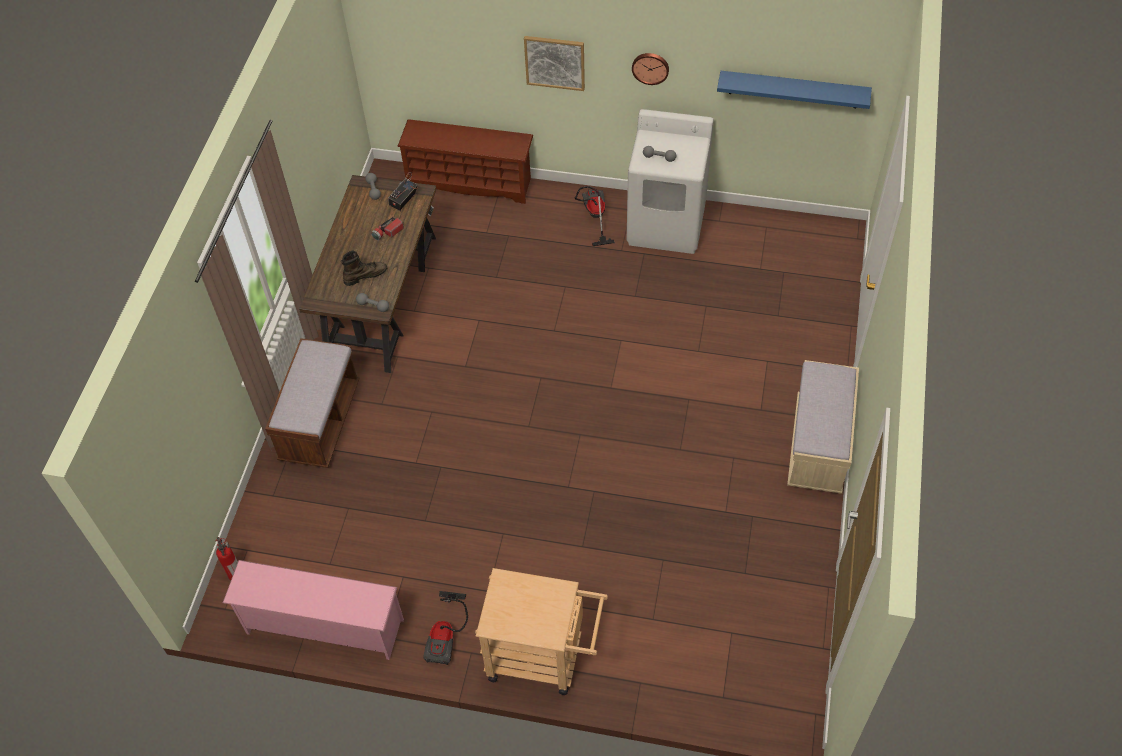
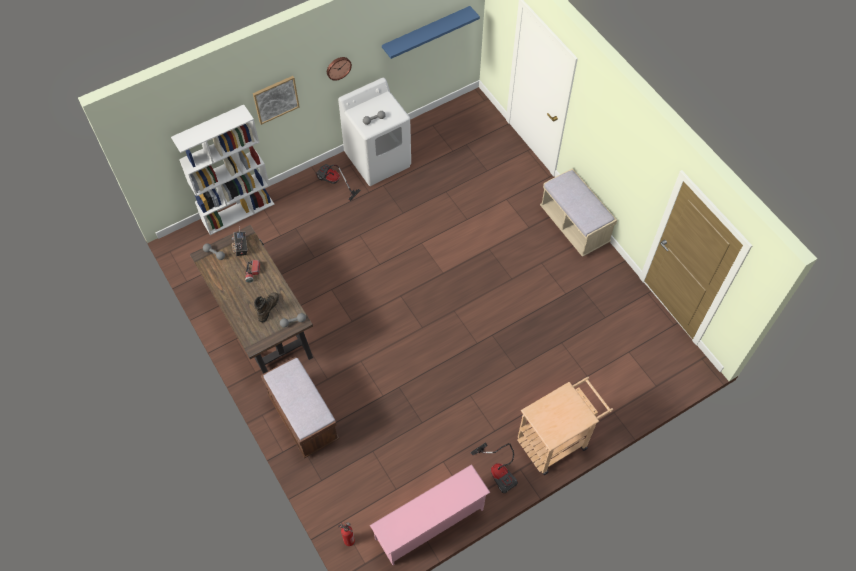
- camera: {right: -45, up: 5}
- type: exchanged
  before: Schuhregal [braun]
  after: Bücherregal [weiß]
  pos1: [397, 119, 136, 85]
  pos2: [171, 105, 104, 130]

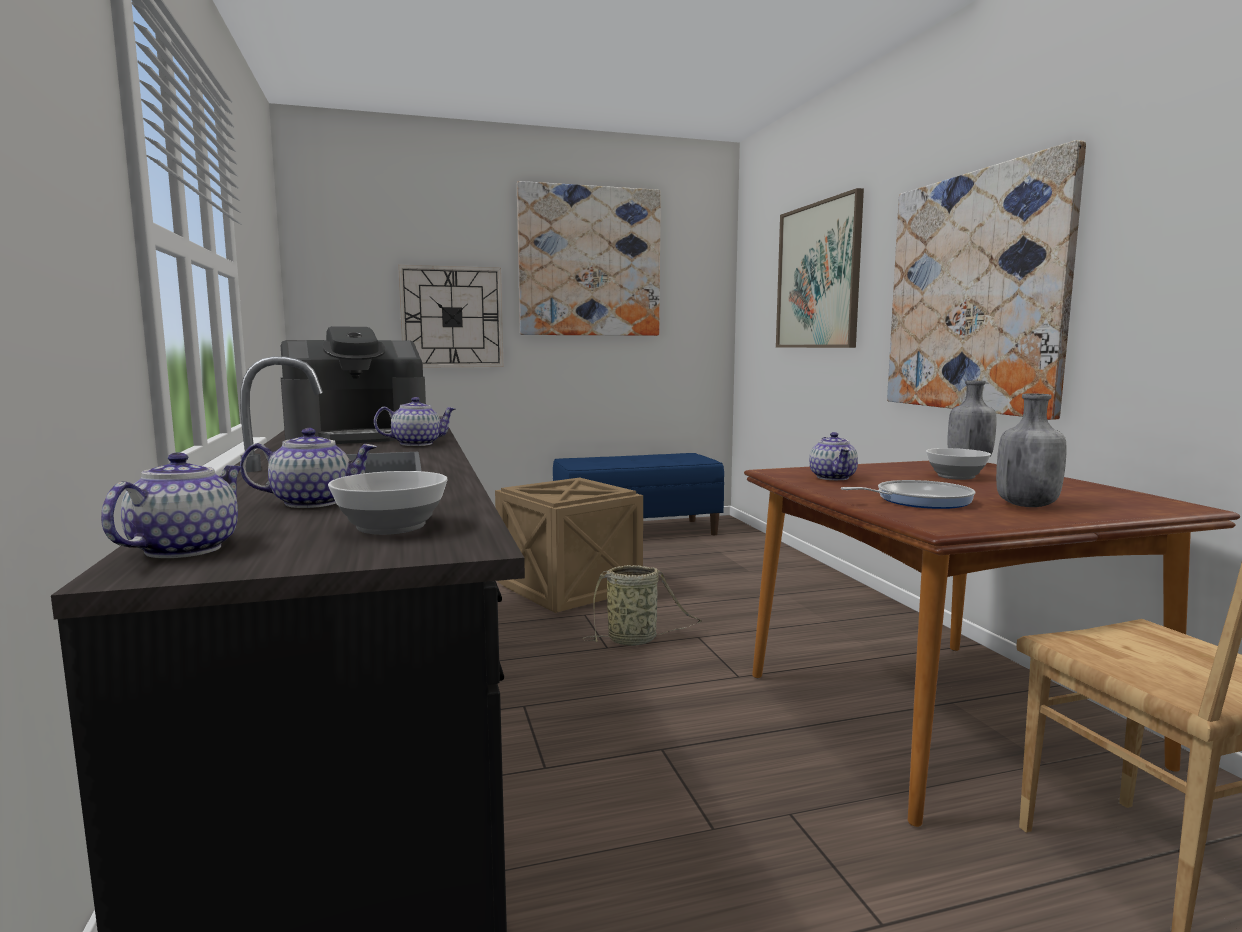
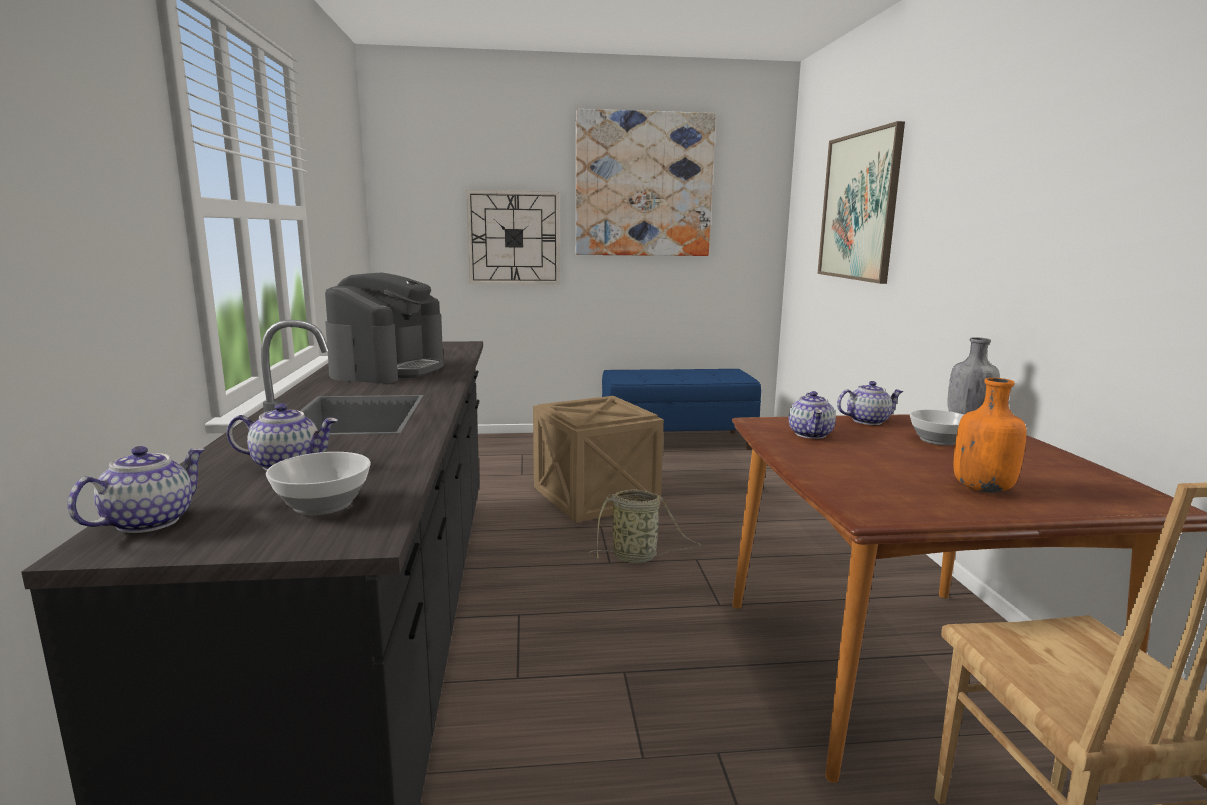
- camera: {right: 10, up: 5}
- type: spun
  before: Kaffeemaschine
  pos1: [281, 326, 145, 118]
  pos2: [325, 272, 119, 112]
  turn: -60
- type: relocated
  before: Teekanne
  pos1: [374, 397, 82, 49]
  pos2: [837, 381, 67, 44]
- type: colour
  before: Flasche [grau]
  after: Flasche [orange]
  pos1: [996, 393, 71, 114]
  pos2: [953, 378, 74, 115]
- type: missing
  before: Pfanne
  pos1: [841, 480, 134, 29]
- type: missing
  before: Bild
  pos1: [887, 140, 199, 280]

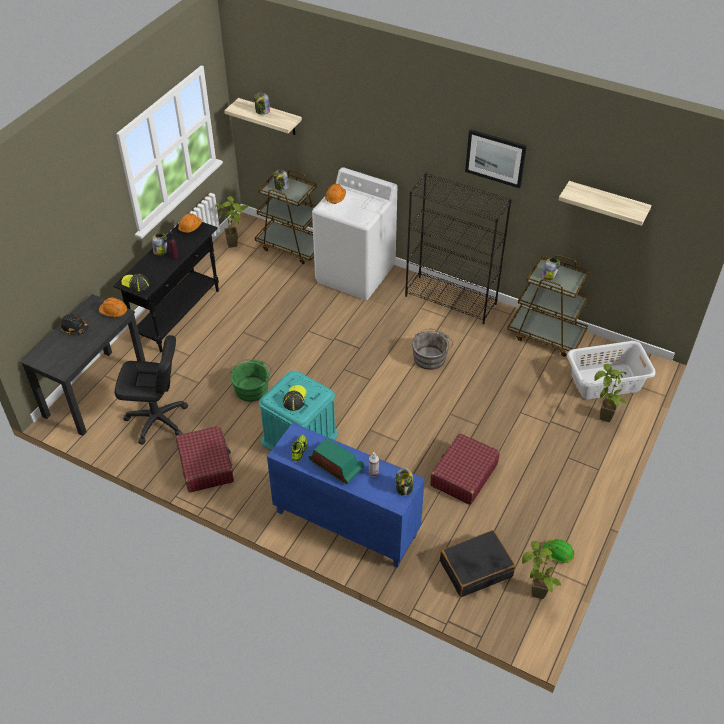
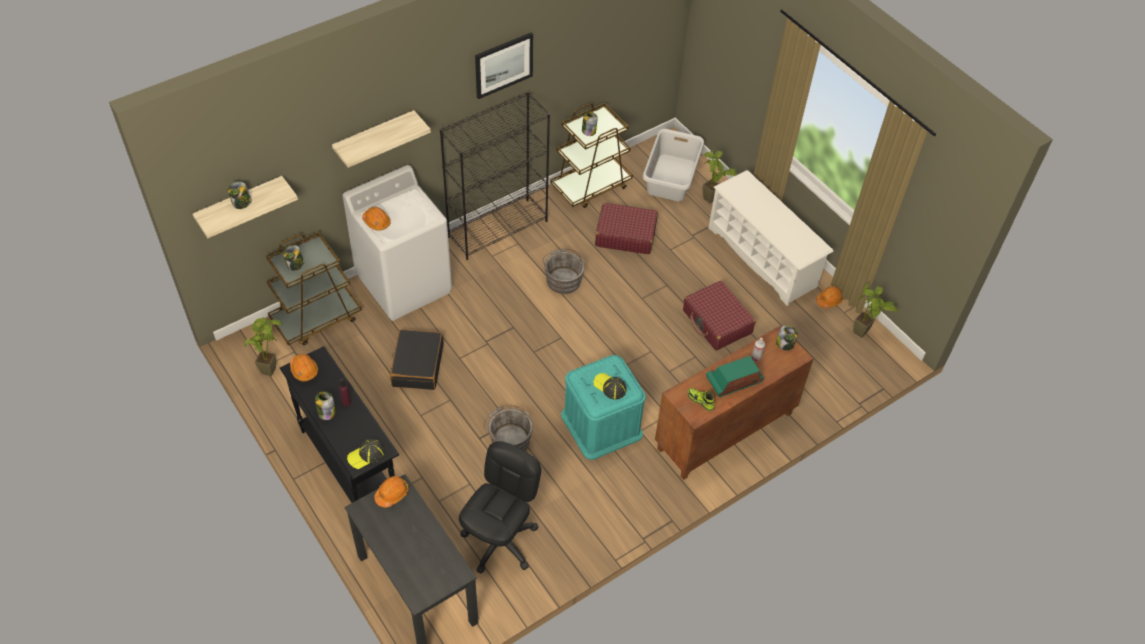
- camera: {right: -65, up: 5}
- type: relocated
  before: Wandregal
  pos1: [559, 181, 92, 45]
  pos2: [332, 110, 99, 58]
- type: relocated
  before: Koffer [schwarz]
  pos1: [440, 530, 76, 67]
  pos2: [390, 330, 53, 60]
- type: colour
  before: Eimer [grün]
  after: Eimer [grau]
  pos1: [231, 359, 40, 43]
  pos2: [484, 405, 49, 46]
- type: relocated
  before: Koffer [rot]
  pos1: [176, 426, 58, 67]
  pos2: [595, 203, 63, 51]
- type: colour
  before: Schrank [blau]
  after: Schrank [braun]
  pos1: [267, 423, 158, 145]
  pos2: [655, 326, 158, 154]
- type: appeared
  after: Schuhregal [weiß]
  pos2: [708, 170, 126, 136]
- type: colour
  before: Schutzhelm [grün]
  after: Schutzhelm [orange]
  pos1: [543, 539, 31, 24]
  pos2: [816, 286, 27, 22]
- type: missing
  before: Schutzhelm [schwarz]
  pos1: [60, 314, 28, 21]

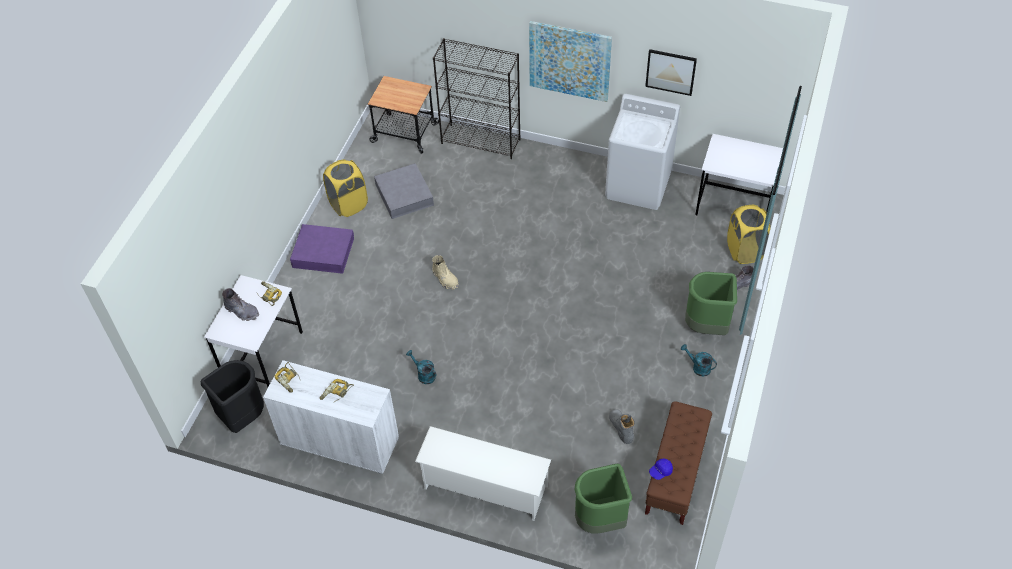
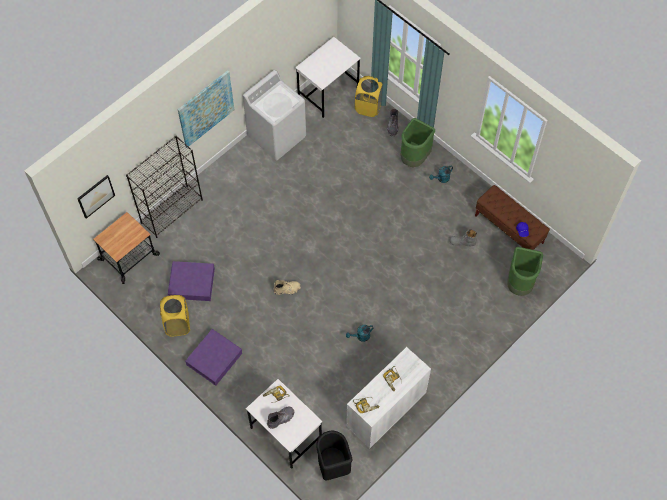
- camera: {right: -65, up: 10}
- type: relocated
  before: Bild
  pos1: [645, 49, 52, 47]
  pos2: [77, 175, 38, 44]
- type: colour
  before: Aufbewahrungsbox [grau]
  after: Aufbewahrungsbox [lila]
  pos1: [374, 163, 60, 56]
  pos2: [168, 261, 47, 40]
- type: missing
  before: Schuhregal [weiß]
  pos1: [415, 426, 136, 95]

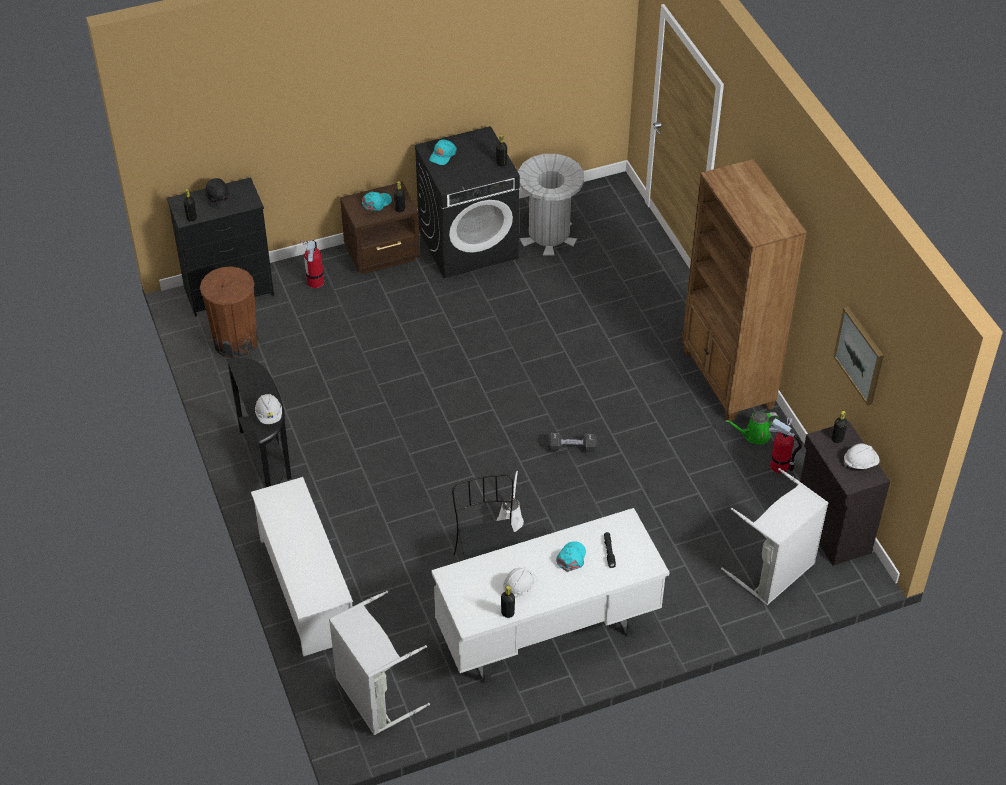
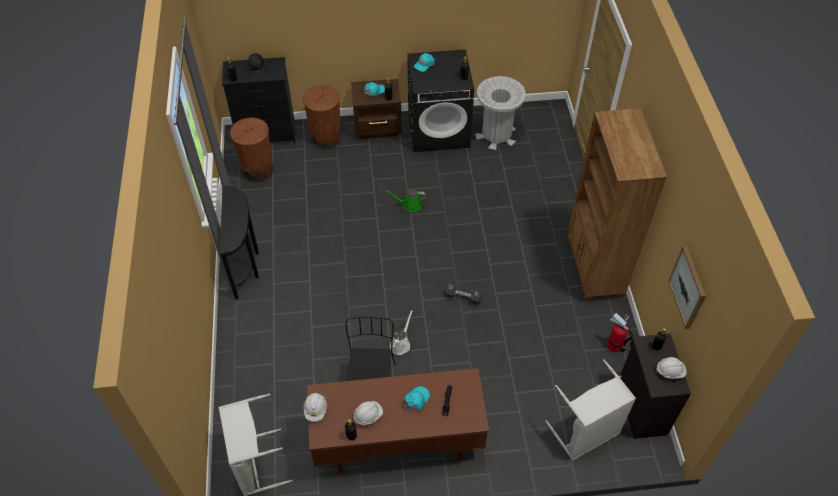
- camera: {right: 15, up: 5}
- type: exchanged
  before: Feuerlöscher
  after: Mülleimer [braun]
  pos1: [300, 240, 24, 48]
  pos2: [303, 85, 38, 64]
- type: relocated
  before: Schutzhelm [weiß]
  pos1: [255, 394, 27, 30]
  pos2: [304, 393, 23, 28]
- type: colour
  before: Schreibtisch [weiß]
  after: Schreibtisch [braun]
  pos1: [431, 508, 238, 175]
  pos2: [307, 368, 182, 105]
- type: relocated
  before: Gießkanne [grün]
  pos1: [725, 411, 54, 33]
  pos2: [386, 189, 40, 23]
- type: missing
  before: Schuhregal [weiß]
  pos1: [251, 477, 102, 179]

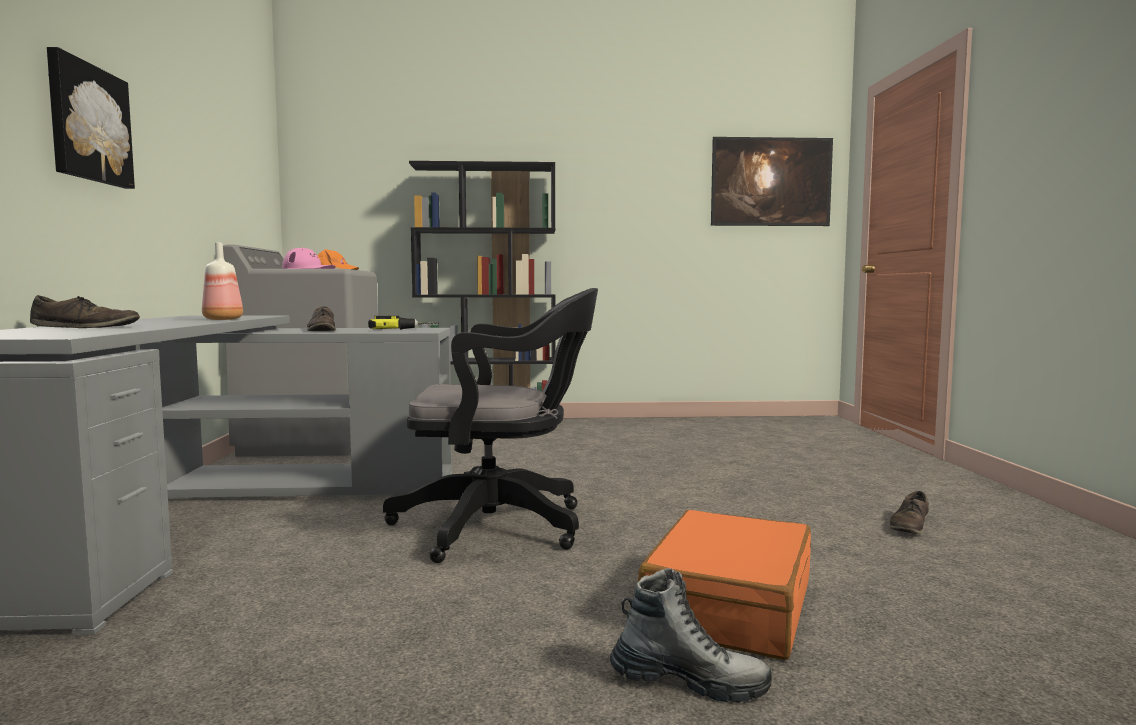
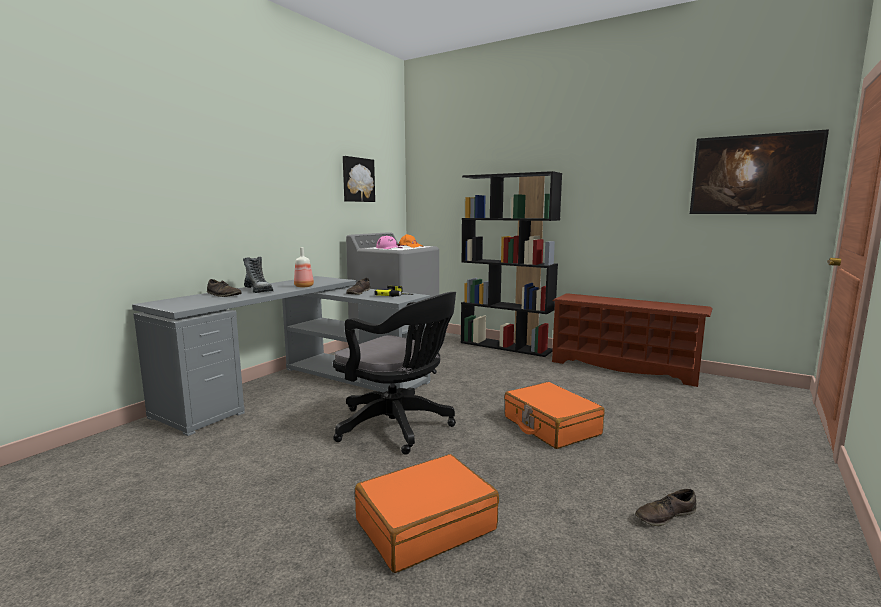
- camera: {right: 35, up: 5}
- type: relocated
  before: Stiefel
  pos1: [610, 568, 162, 135]
  pos2: [243, 257, 30, 36]
- type: relocated
  before: Bild
  pos1: [47, 47, 88, 142]
  pos2: [343, 156, 32, 46]
- type: appeared
  after: Koffer [orange]
  pos2: [504, 382, 101, 67]
- type: appeared
  after: Schuhregal [braun]
  pos2: [552, 293, 160, 94]

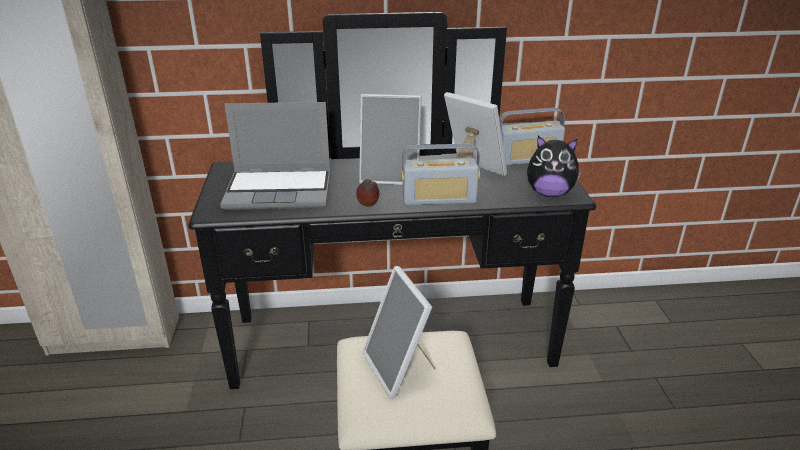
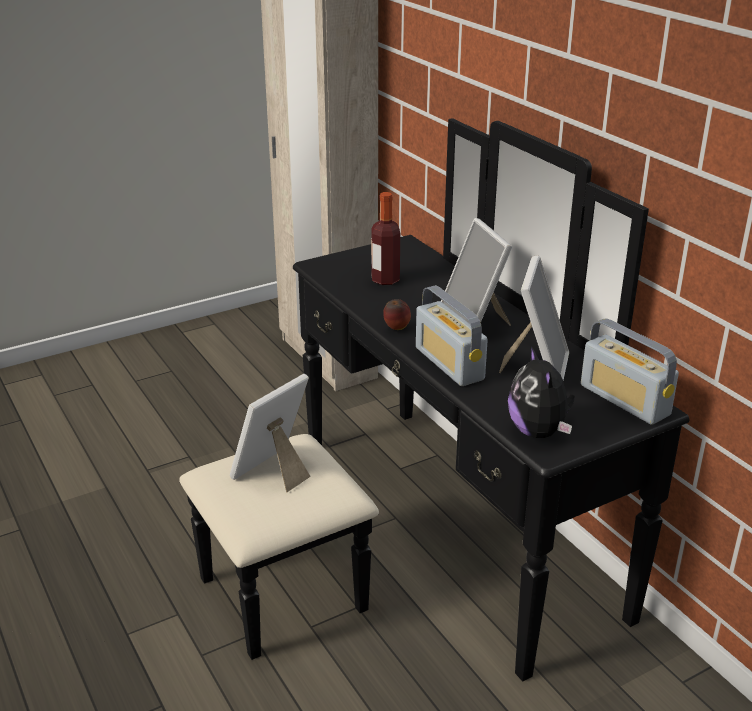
- camera: {right: 65, up: 0}
- type: exchanged
  before: Laptop
  after: Flasche
  pos1: [220, 102, 110, 108]
  pos2: [371, 192, 29, 93]

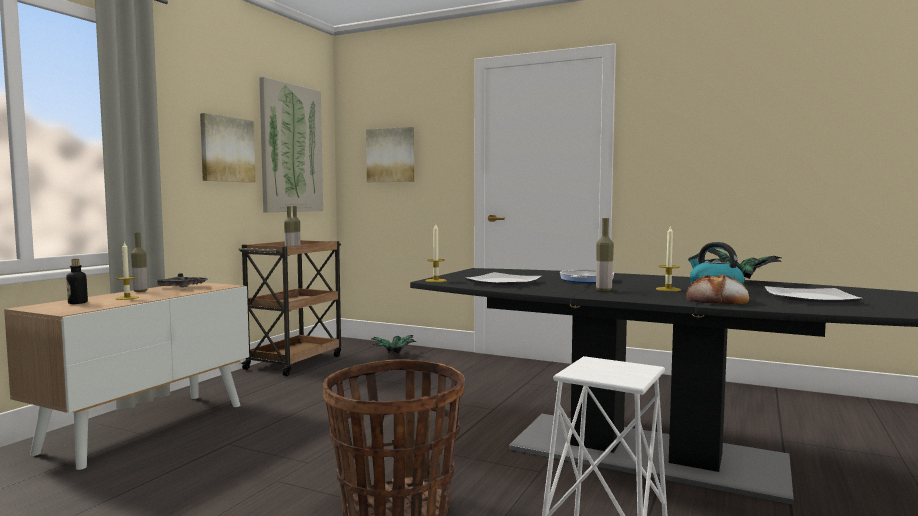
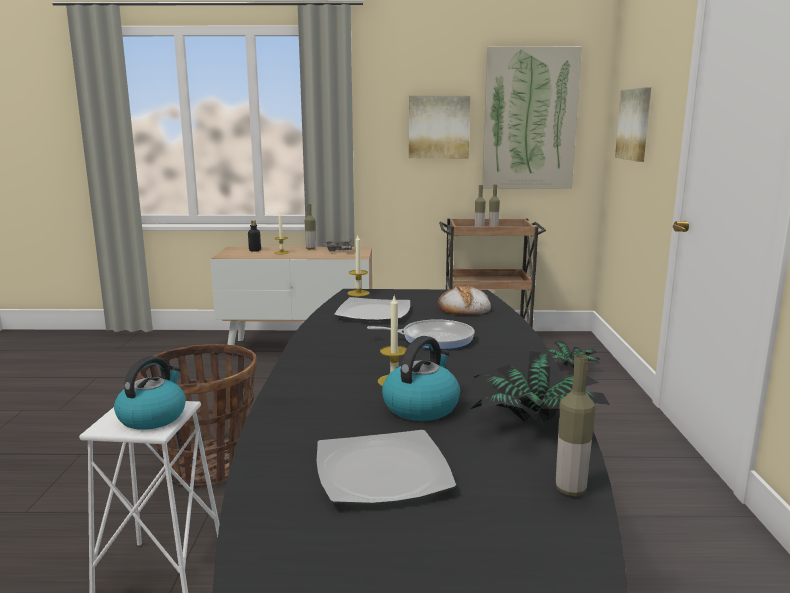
- camera: {right: 65, up: 10}
- type: appeared
  after: Wasserkessel
  pos2: [114, 356, 72, 74]
- type: relocated
  before: Brot
  pos1: [686, 274, 63, 30]
  pos2: [438, 284, 53, 31]
- type: relocated
  before: Flasche
  pos1: [596, 218, 18, 73]
  pos2: [556, 354, 39, 142]

